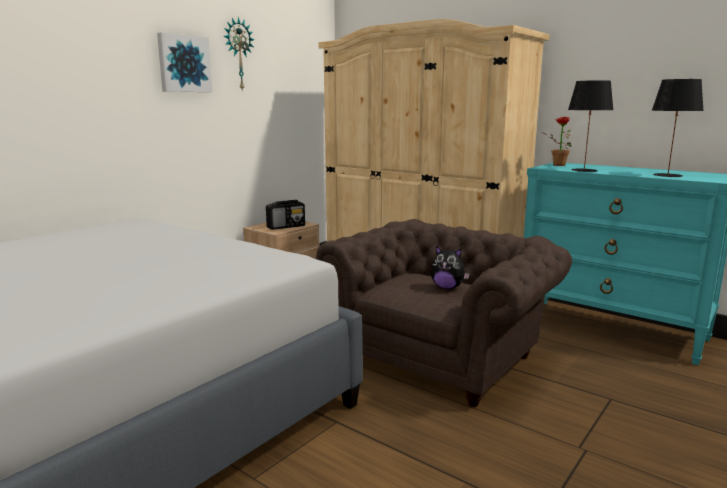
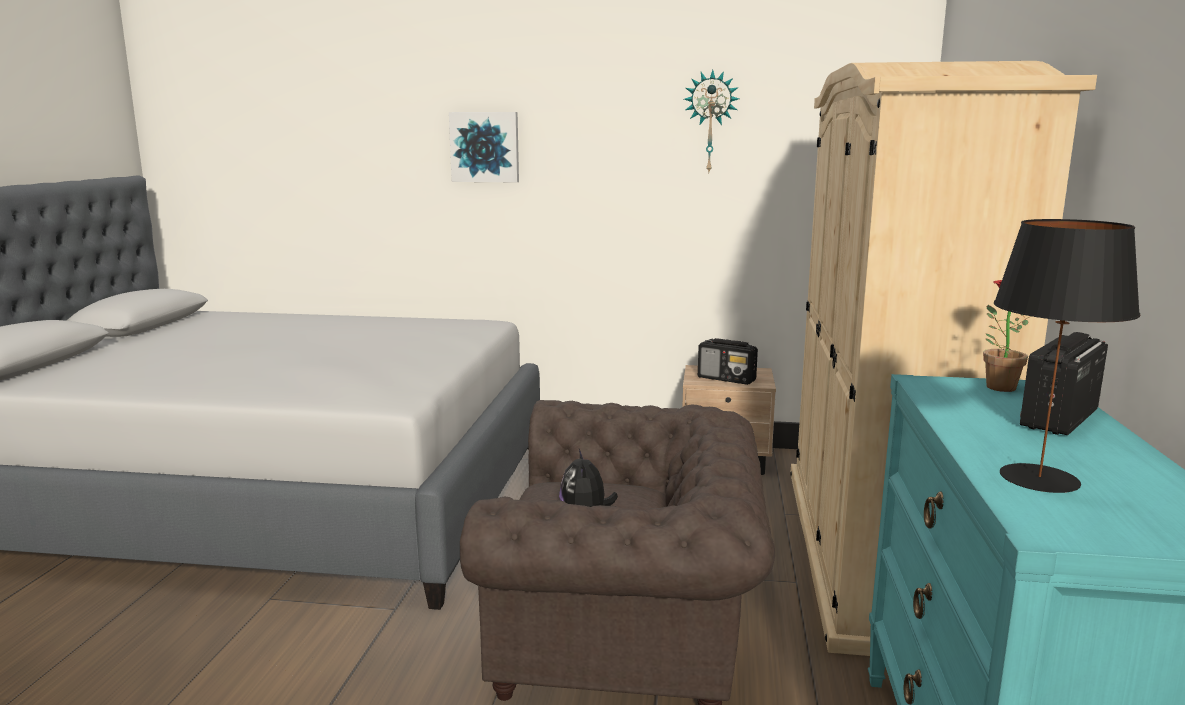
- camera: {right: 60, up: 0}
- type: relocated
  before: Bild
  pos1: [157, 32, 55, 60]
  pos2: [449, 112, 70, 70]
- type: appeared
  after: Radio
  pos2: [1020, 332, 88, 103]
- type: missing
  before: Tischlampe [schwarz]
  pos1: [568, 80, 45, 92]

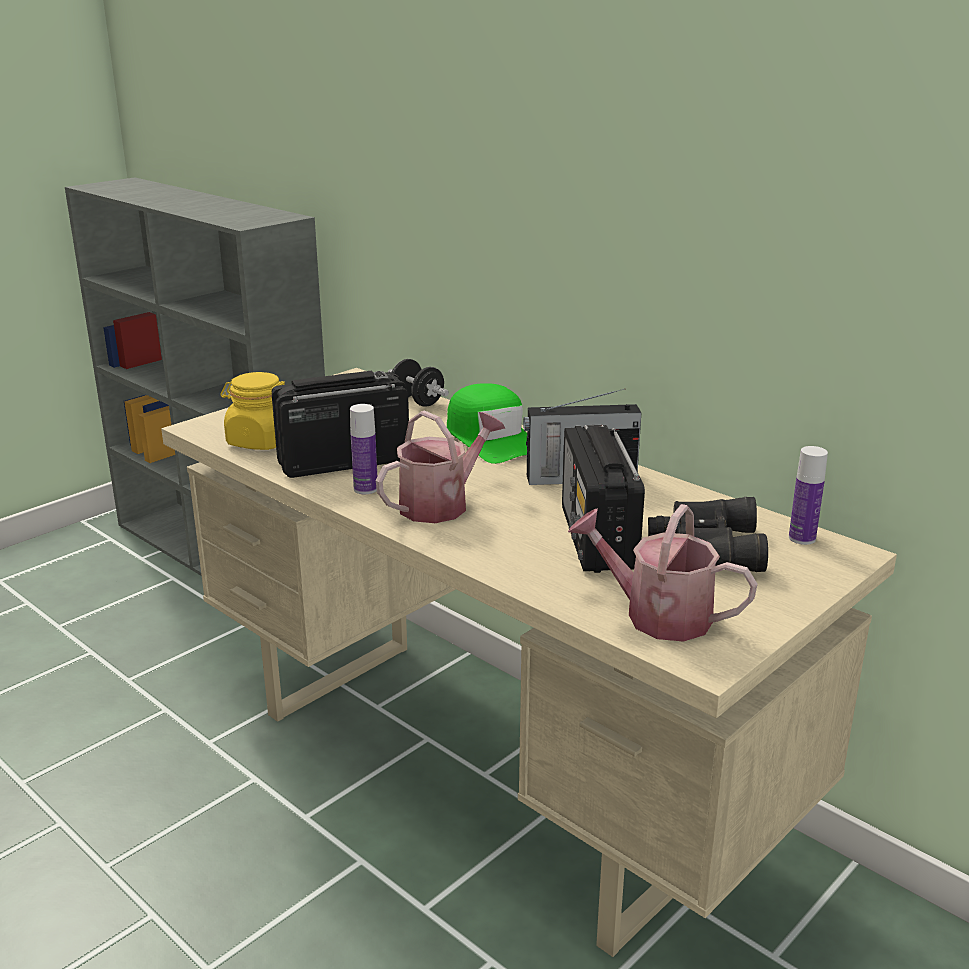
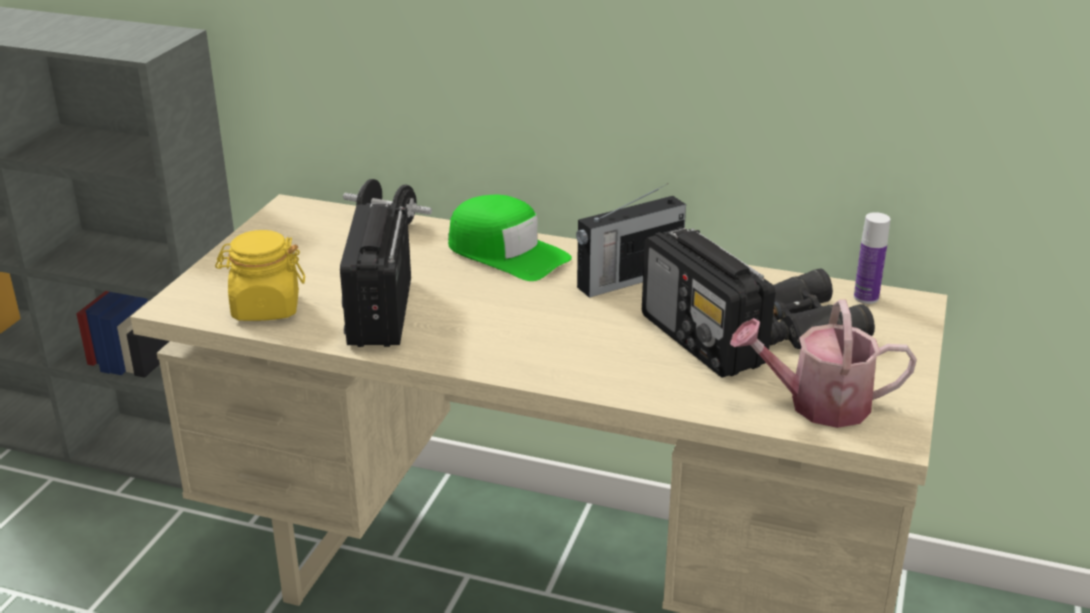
- camera: {right: -25, up: 5}
- type: spun
  before: Radio
  pos1: [272, 371, 137, 107]
  pos2: [340, 203, 71, 144]
  turn: -45
- type: missing
  before: Flasche
  pos1: [350, 404, 27, 90]
- type: missing
  before: Gießkanne
  pos1: [376, 411, 129, 112]

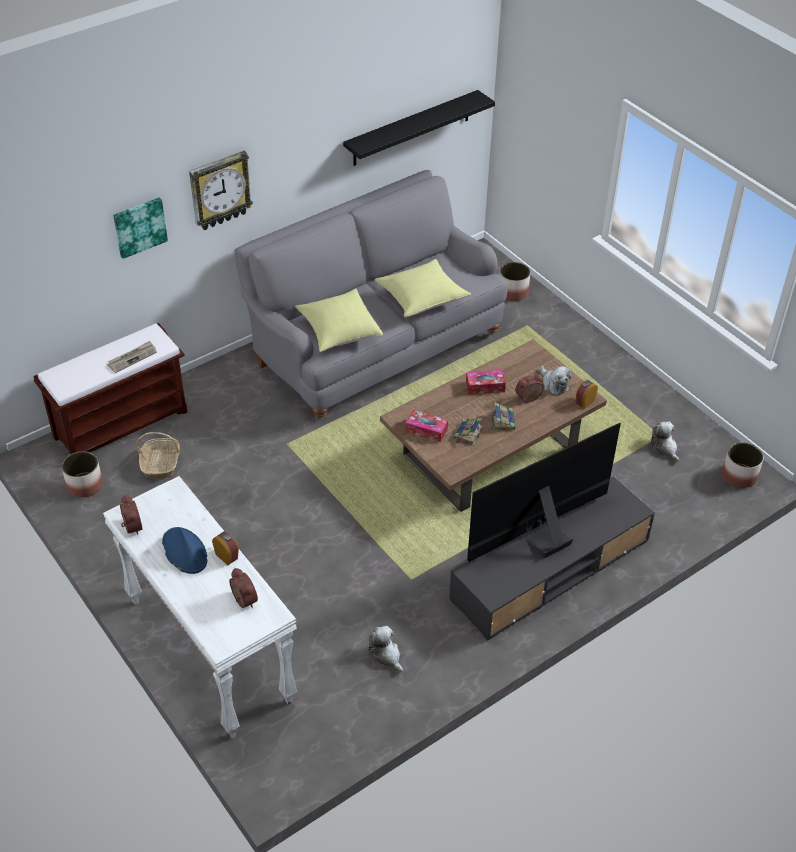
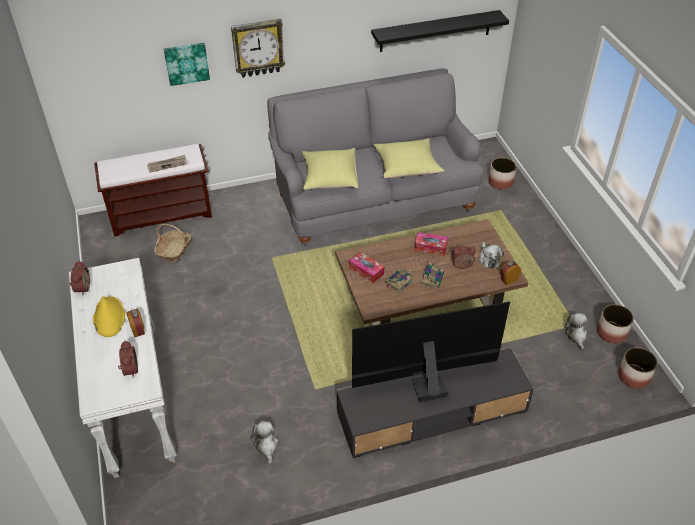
- camera: {right: 20, up: 0}
- type: colour
  before: Hut [blau]
  after: Hut [gelb]
  pos1: [162, 527, 45, 47]
  pos2: [93, 296, 32, 41]
- type: relocated
  before: Pflanzkübel
  pos1: [62, 451, 41, 46]
  pos2: [597, 304, 37, 40]

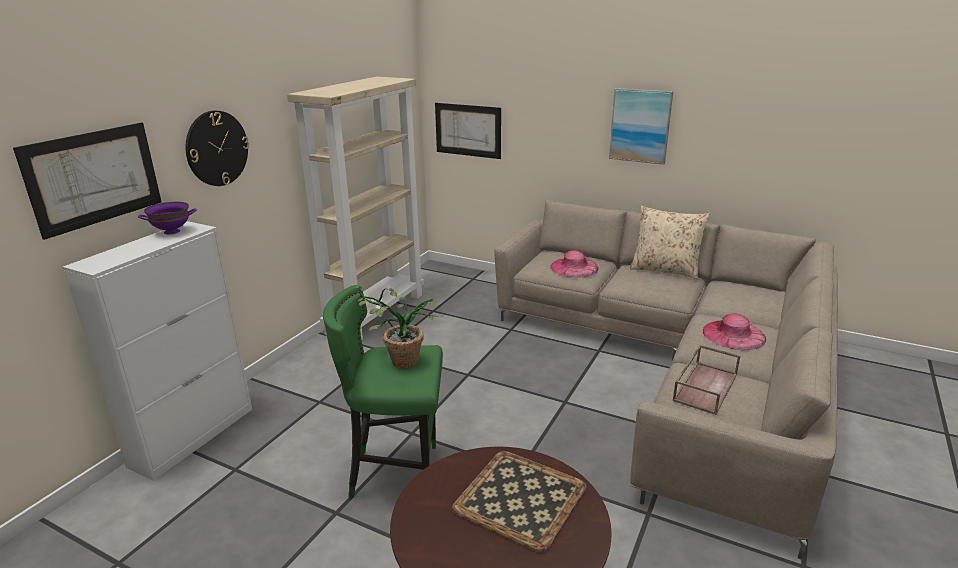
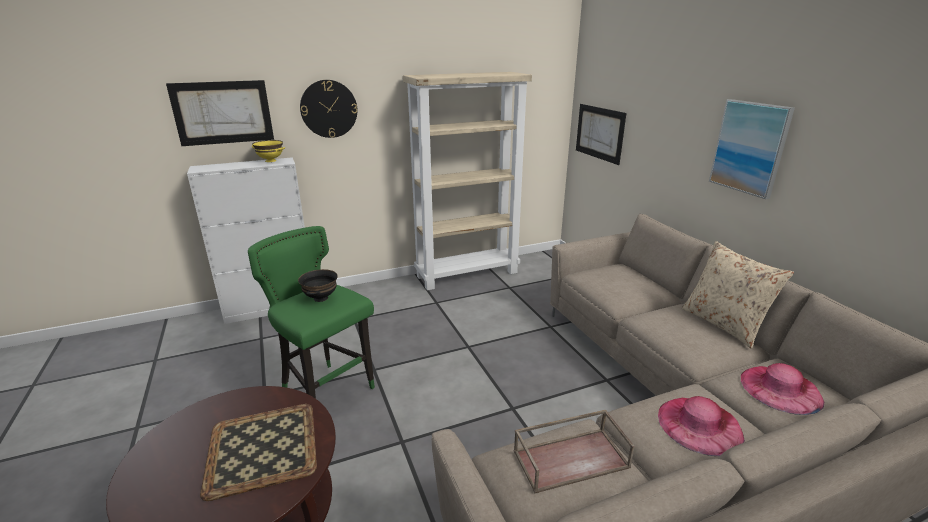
- camera: {right: 40, up: 0}
- type: colour
  before: Schüssel [lila]
  after: Schüssel [gelb]
  pos1: [138, 202, 59, 32]
  pos2: [252, 140, 33, 22]
- type: exchanged
  before: Topfpflanze
  after: Schüssel [schwarz]
  pos1: [354, 285, 89, 83]
  pos2: [298, 269, 40, 33]
- type: relocated
  before: Hut [rosa]
  pos1: [550, 250, 49, 27]
  pos2: [741, 363, 83, 52]

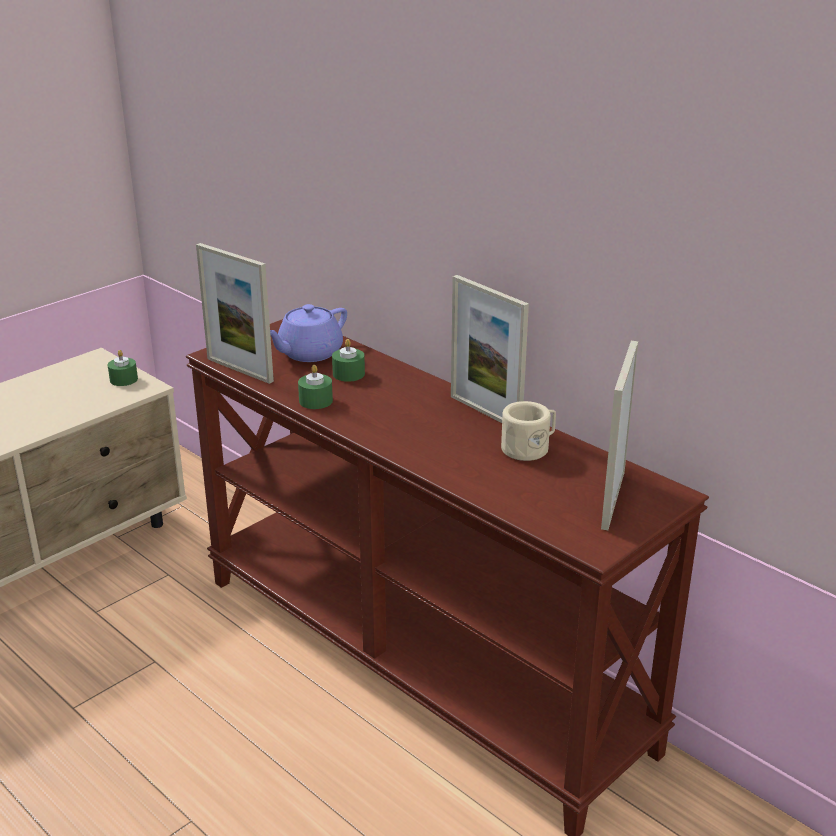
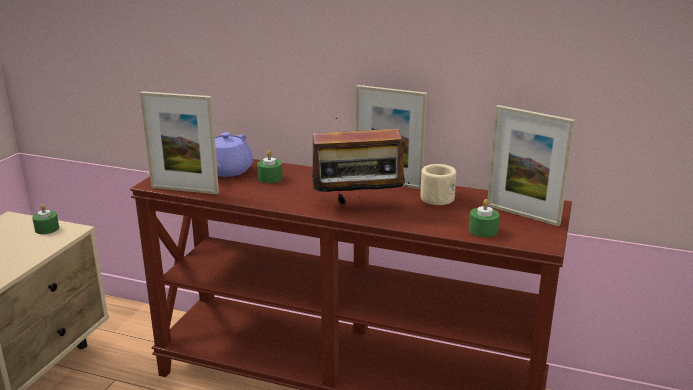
- camera: {right: -25, up: -5}
- type: appeared
  after: Radio
  pos2: [307, 112, 103, 92]
- type: relocated
  before: Kerze [grün]
  pos1: [298, 365, 35, 44]
  pos2: [469, 199, 31, 38]
- type: spun
  before: Bilderrahmen
  pos1: [601, 341, 37, 189]
  pos2: [487, 105, 88, 121]
  turn: -45

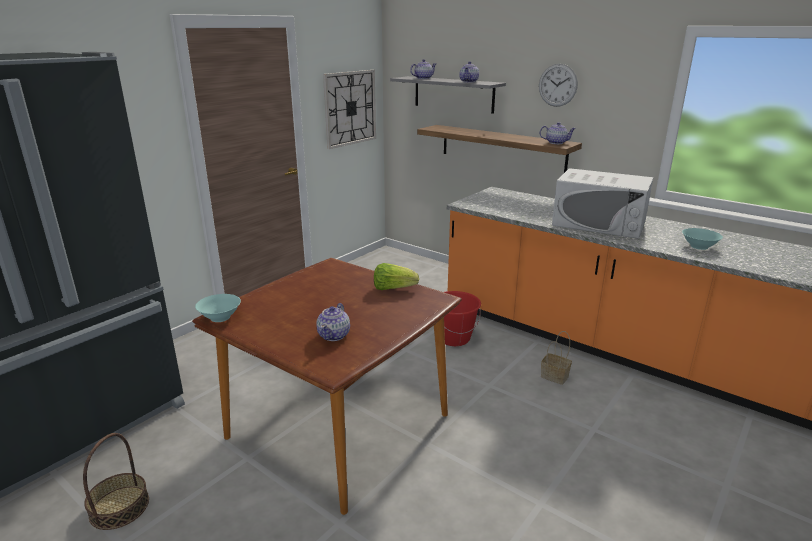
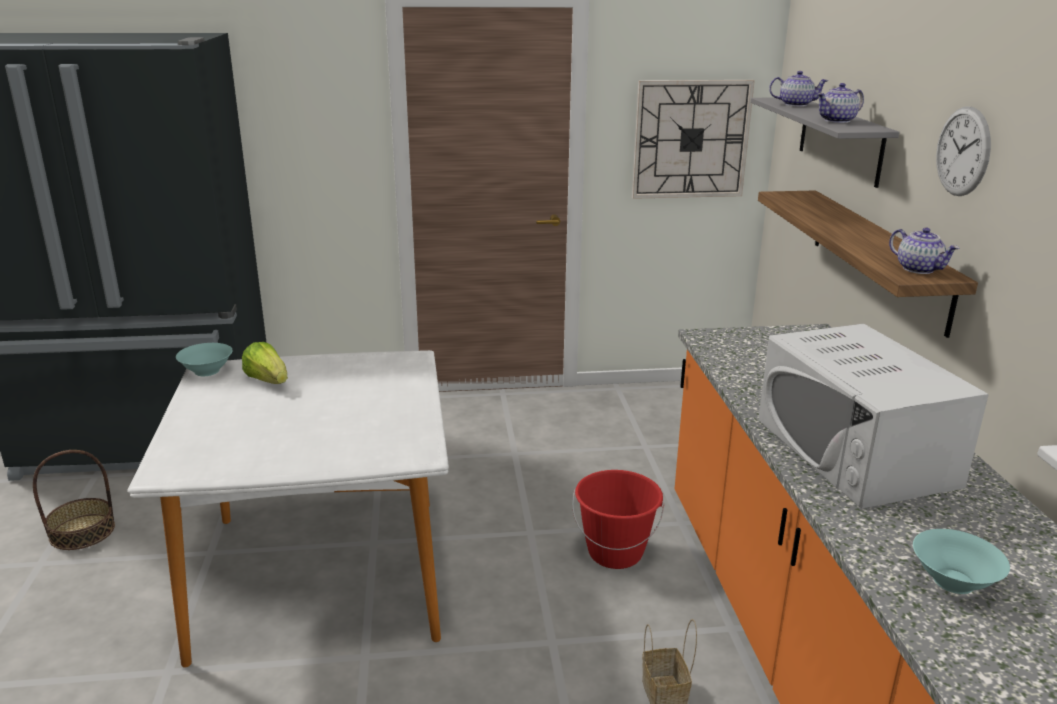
- camera: {right: 45, up: 0}
- type: colour
  before: Esstisch [braun]
  after: Esstisch [weiß]
  pos1: [192, 258, 270, 257]
  pos2: [127, 350, 322, 317]
- type: relocated
  before: Salatkopf
  pos1: [374, 263, 45, 27]
  pos2: [242, 342, 46, 42]
- type: missing
  before: Teekanne
  pos1: [316, 303, 34, 38]

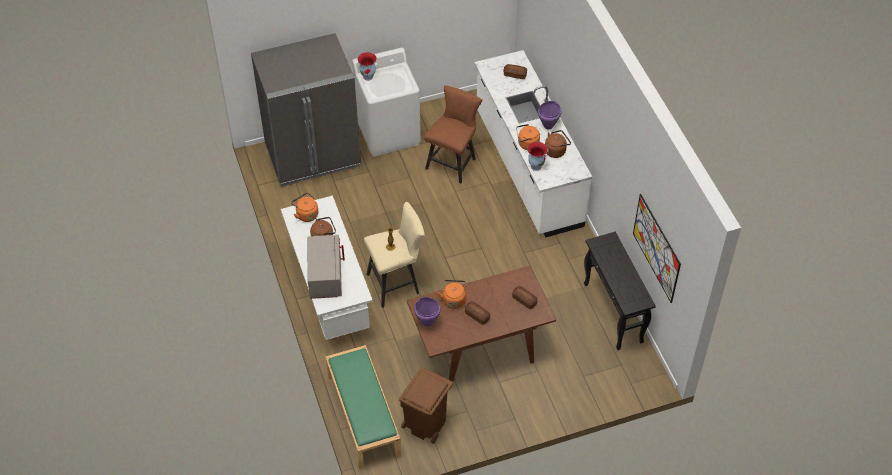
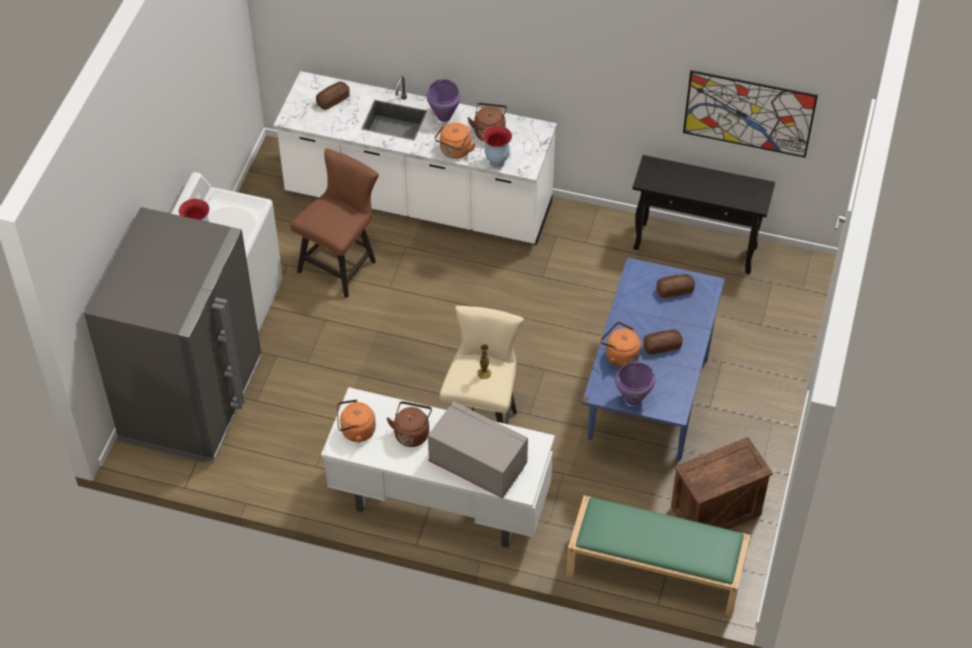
- camera: {right: -55, up: 0}
- type: spun
  before: Stuhl [braun]
  pos1: [424, 85, 58, 98]
  pos2: [290, 148, 89, 150]
  turn: 60
- type: colour
  before: Esstisch [braun]
  after: Esstisch [blau]
  pos1: [407, 266, 149, 116]
  pos2: [582, 257, 143, 204]
- type: exchanged
  before: Mülleimer [braun]
  after: Kiste
  pos1: [399, 367, 54, 77]
  pos2: [671, 437, 102, 92]

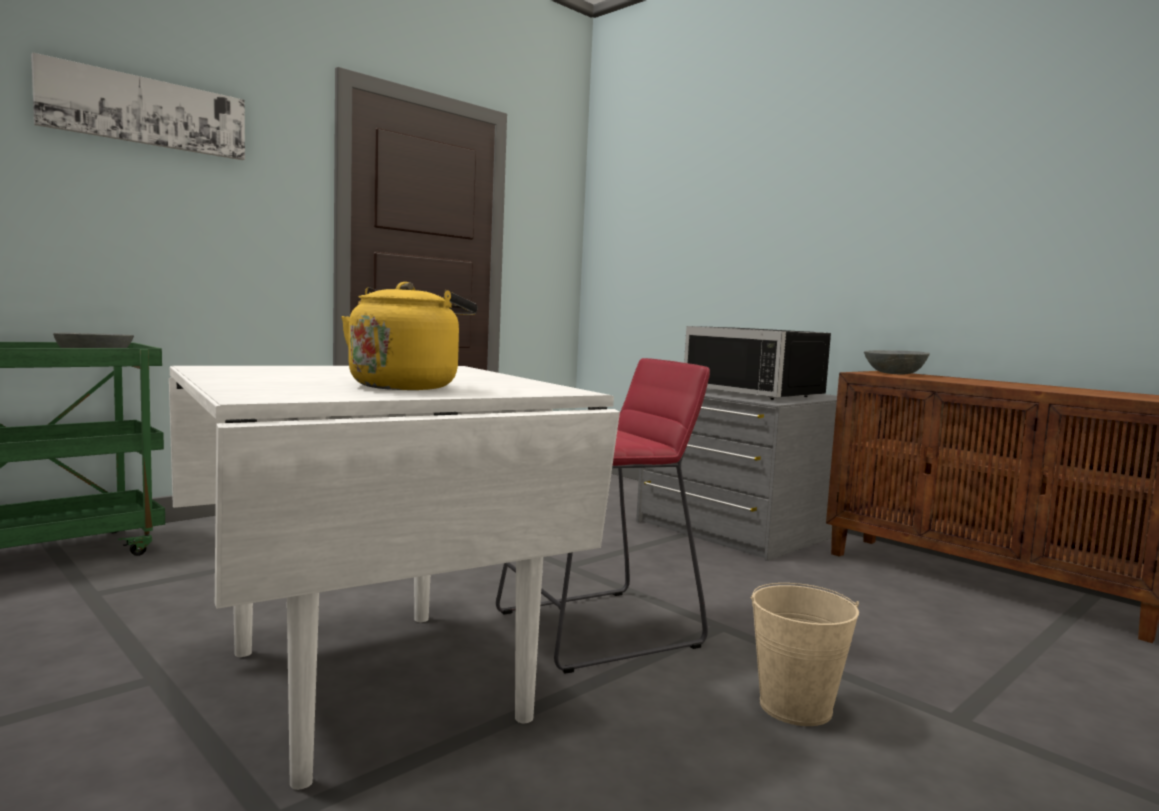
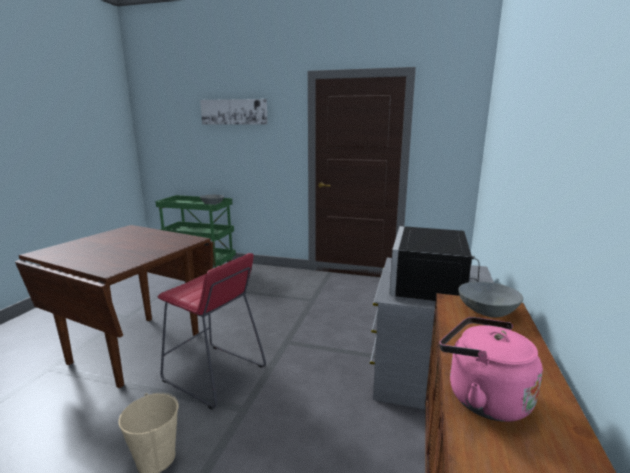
- camera: {right: 60, up: 10}
- type: colour
  before: Esstisch [weiß]
  after: Esstisch [braun]
  pos1: [169, 366, 451, 424]
  pos2: [15, 225, 198, 163]
- type: appeared
  after: Wasserkessel [rosa]
  pos2: [439, 317, 104, 105]
- type: missing
  before: Wasserkessel [gelb]
  pos1: [341, 282, 136, 108]

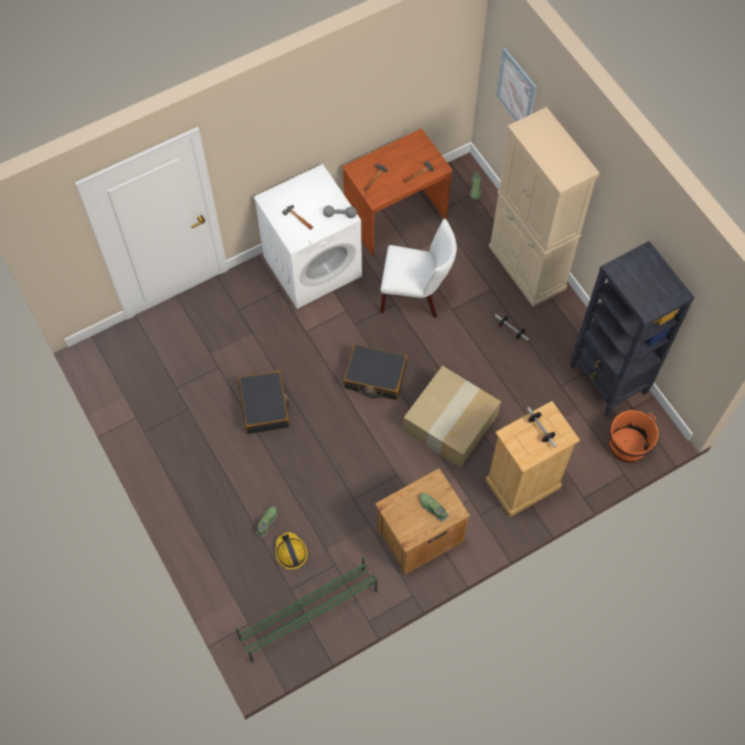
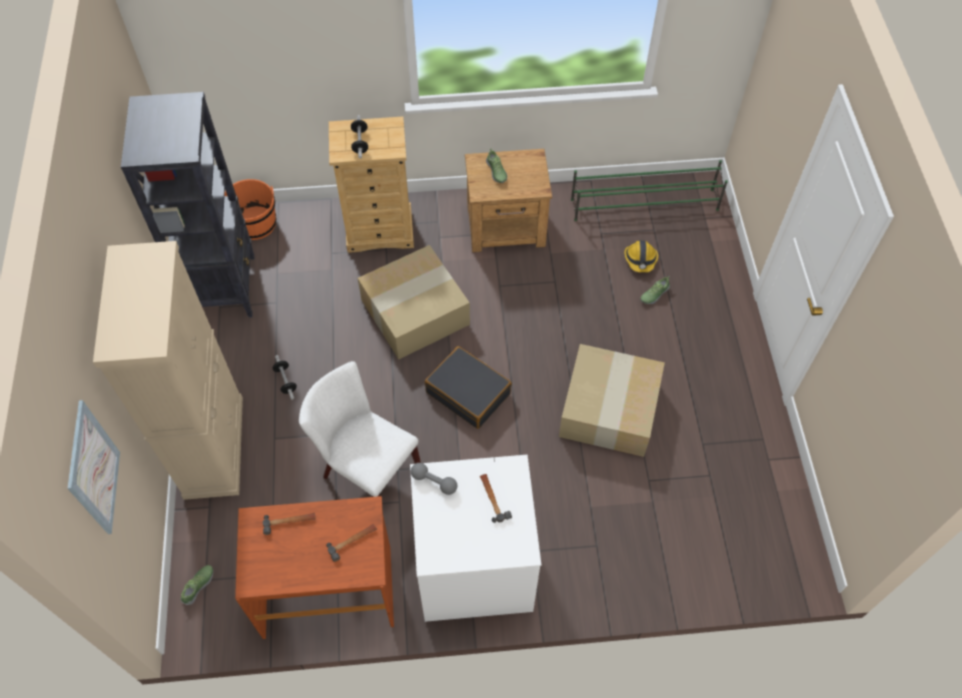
- camera: {right: -155, up: -5}
- type: exchanged
  before: Koffer [schwarz]
  after: Karton
  pos1: [238, 371, 51, 63]
  pos2: [559, 344, 106, 113]

